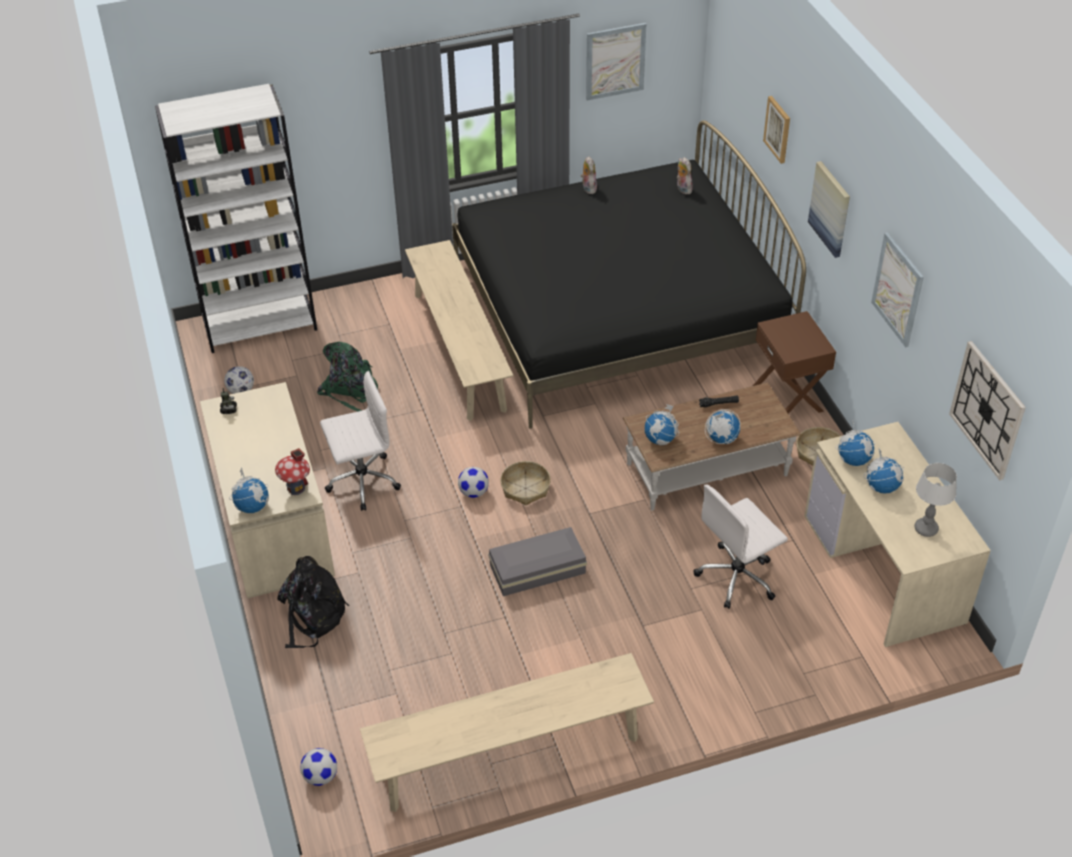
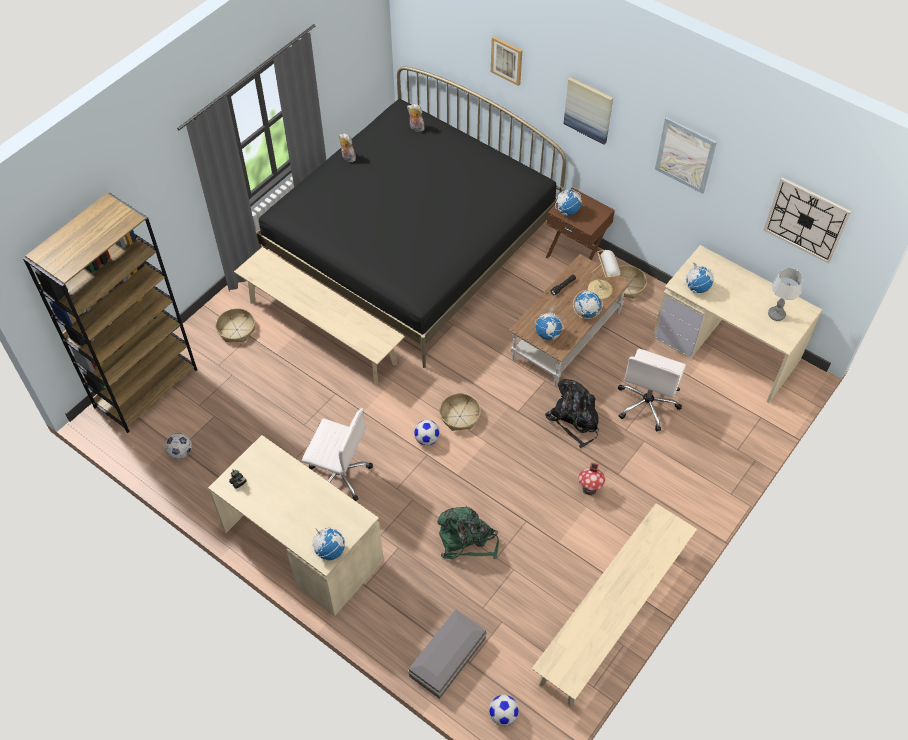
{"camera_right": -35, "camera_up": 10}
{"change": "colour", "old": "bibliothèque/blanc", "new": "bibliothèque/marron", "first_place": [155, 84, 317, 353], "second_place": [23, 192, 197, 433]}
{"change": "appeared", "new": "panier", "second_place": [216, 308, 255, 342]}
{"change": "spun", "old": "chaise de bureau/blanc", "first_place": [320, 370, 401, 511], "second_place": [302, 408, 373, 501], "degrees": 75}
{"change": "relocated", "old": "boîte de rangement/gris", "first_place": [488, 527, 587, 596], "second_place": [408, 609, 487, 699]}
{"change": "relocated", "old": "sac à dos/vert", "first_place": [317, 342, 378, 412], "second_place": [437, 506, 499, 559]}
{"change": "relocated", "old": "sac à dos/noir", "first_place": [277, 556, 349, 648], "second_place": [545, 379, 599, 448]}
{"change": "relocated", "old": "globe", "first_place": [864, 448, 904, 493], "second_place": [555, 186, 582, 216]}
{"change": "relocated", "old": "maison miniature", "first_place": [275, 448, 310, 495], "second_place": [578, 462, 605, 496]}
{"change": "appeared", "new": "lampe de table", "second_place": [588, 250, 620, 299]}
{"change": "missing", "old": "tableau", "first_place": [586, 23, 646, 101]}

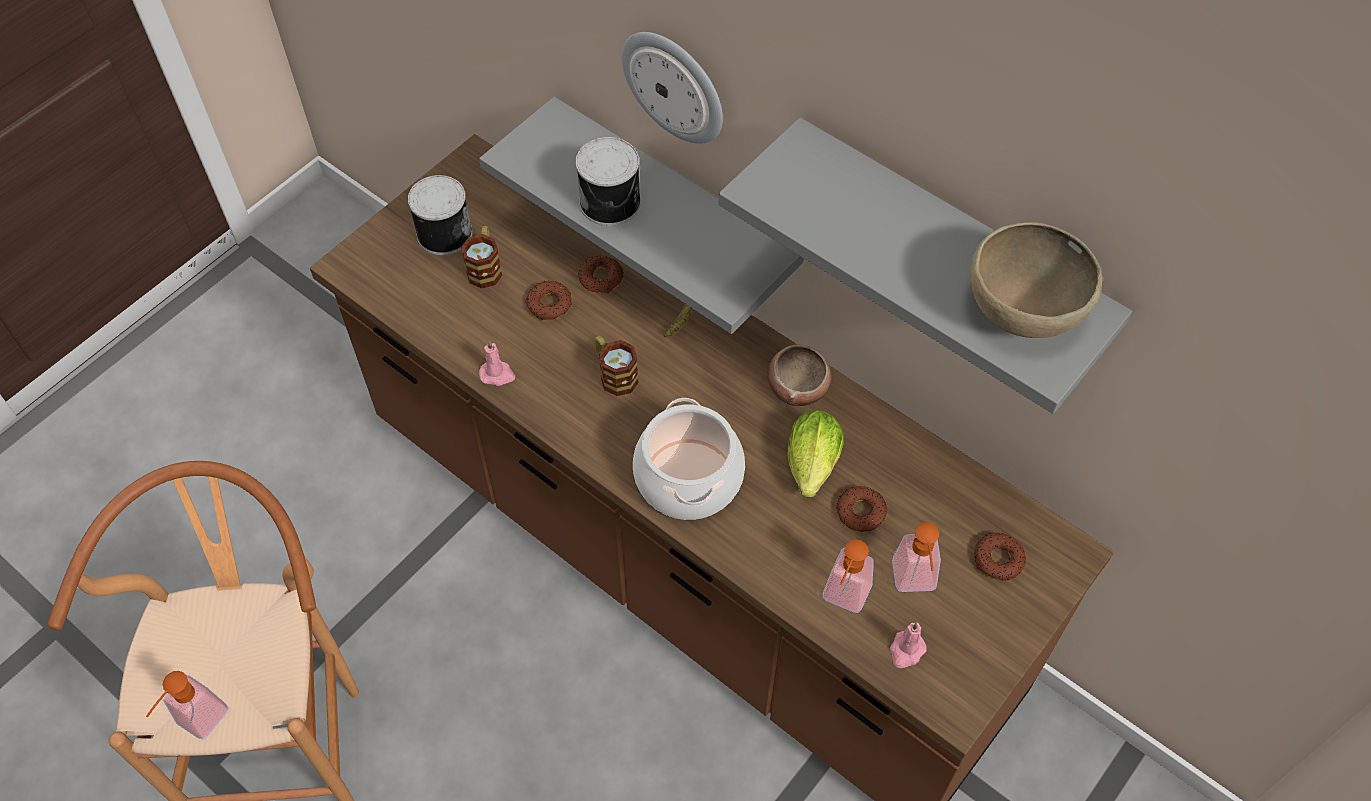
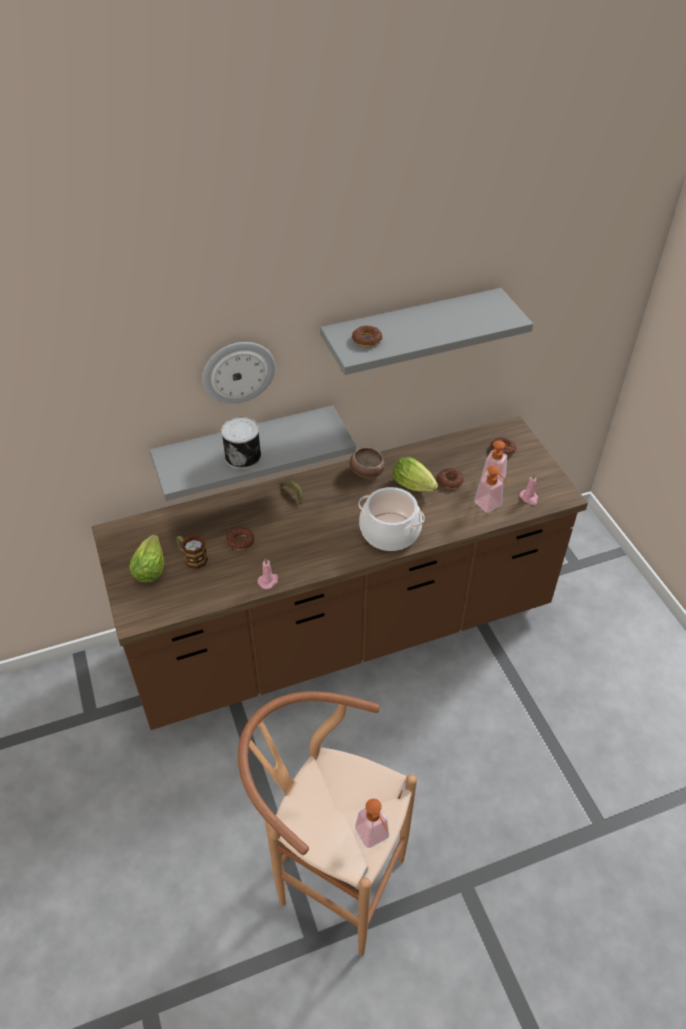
{"camera_right": -60, "camera_up": -10}
{"change": "exchanged", "old": "boîte métallique", "new": "laitue", "first_place": [408, 175, 473, 255], "second_place": [129, 535, 164, 582]}
{"change": "relocated", "old": "beignet", "first_place": [578, 256, 624, 294], "second_place": [352, 326, 383, 347]}
{"change": "missing", "old": "mug", "first_place": [595, 336, 639, 396]}
{"change": "missing", "old": "bol/marron", "first_place": [970, 222, 1102, 338]}

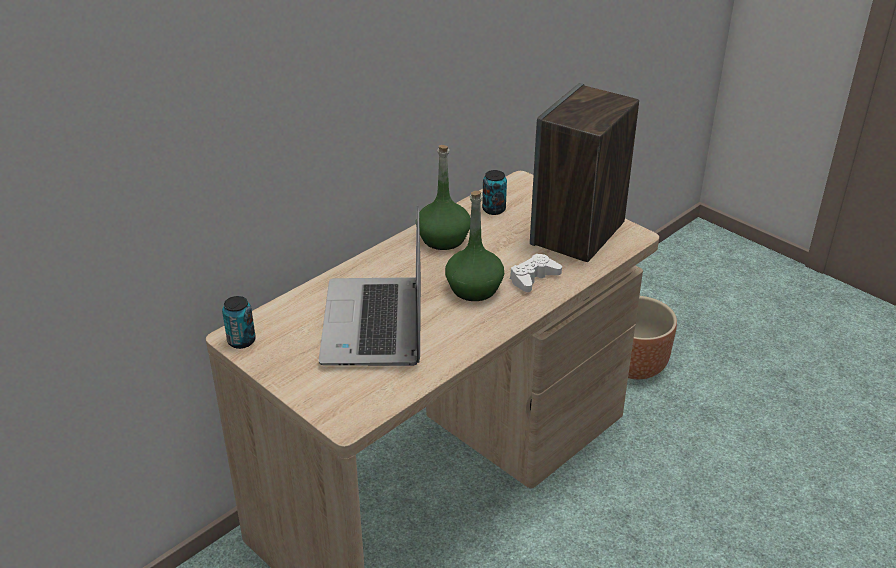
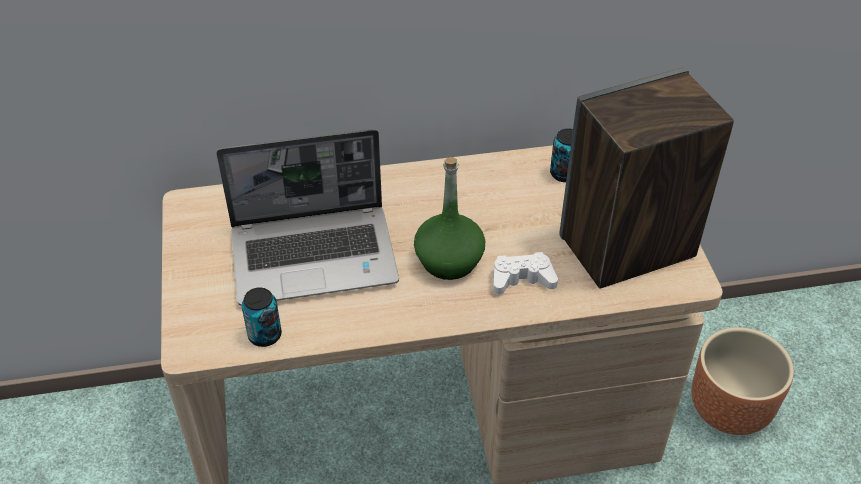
{"camera_right": 35, "camera_up": 10}
{"change": "spun", "old": "ordinateur portable", "first_place": [319, 206, 421, 366], "second_place": [216, 129, 399, 306], "degrees": -135}
{"change": "relocated", "old": "boîte métallique", "first_place": [222, 296, 256, 349], "second_place": [242, 287, 282, 347]}
{"change": "missing", "old": "bouteille/vert", "first_place": [416, 145, 471, 250]}

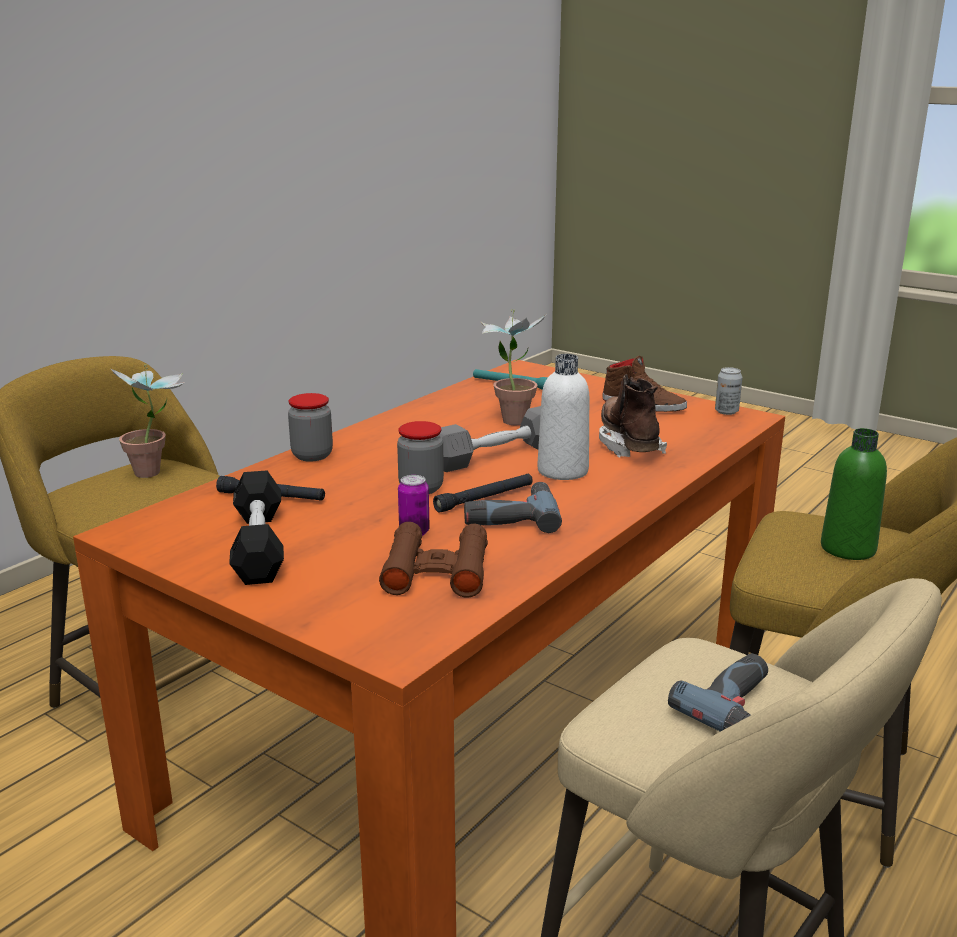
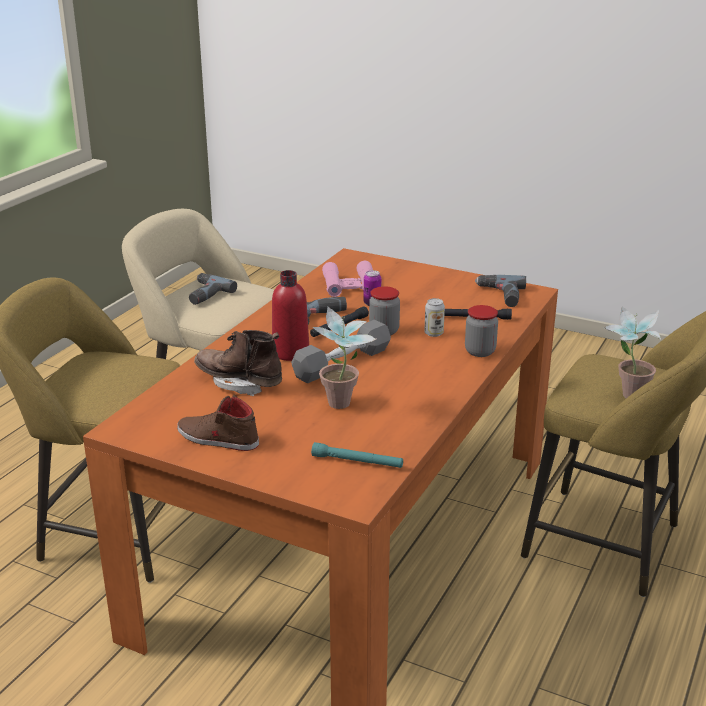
{"camera_right": 170, "camera_up": 5}
{"change": "spun", "old": "botte/marron", "first_place": [599, 374, 667, 457], "second_place": [194, 330, 282, 396], "degrees": 135}
{"change": "colour", "old": "bouteille/blanc", "new": "bouteille/rouge", "first_place": [537, 354, 589, 480], "second_place": [272, 270, 309, 361]}
{"change": "colour", "old": "jumelles/marron", "new": "jumelles/rose", "first_place": [379, 522, 488, 598], "second_place": [322, 261, 373, 297]}
{"change": "relocated", "old": "boîte métallique", "first_place": [715, 367, 742, 415], "second_place": [424, 298, 445, 337]}
{"change": "appeared", "new": "perceuse", "second_place": [475, 275, 526, 307]}
{"change": "missing", "old": "haltère/noir", "first_place": [229, 470, 284, 585]}
{"change": "missing", "old": "bouteille/vert", "first_place": [821, 428, 887, 560]}

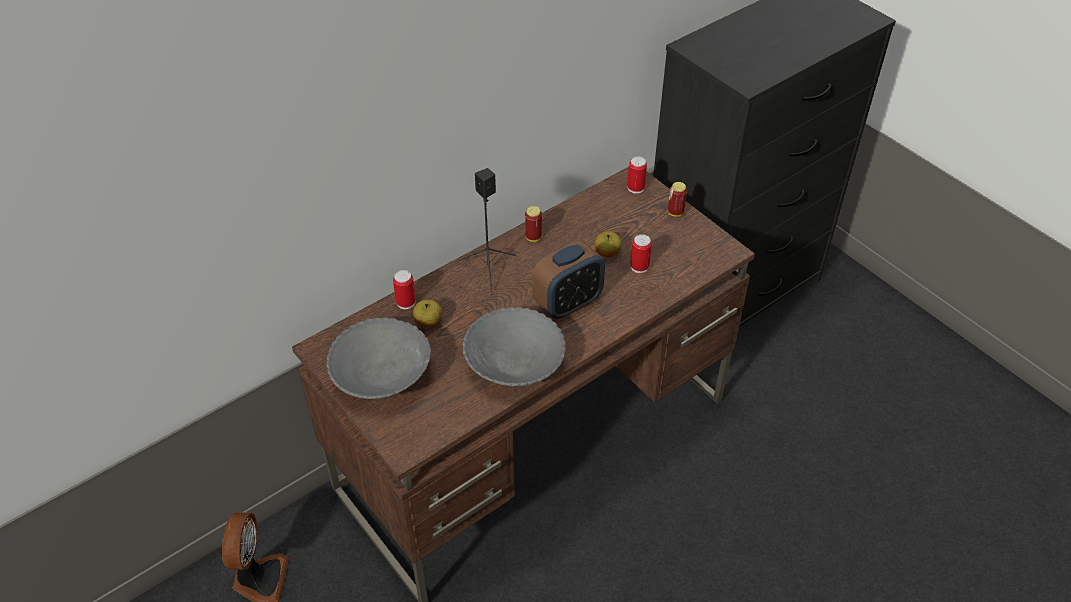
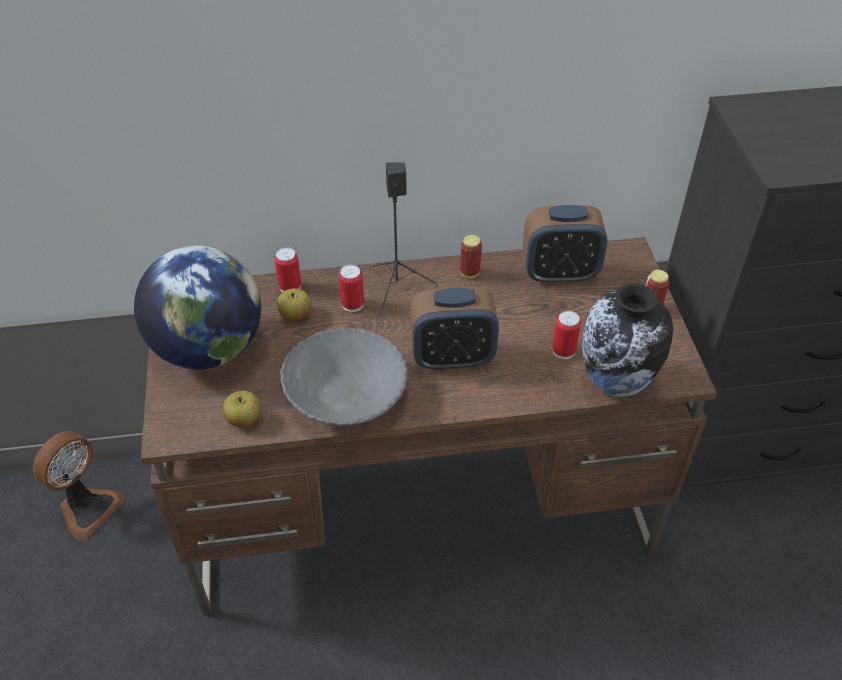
{"camera_right": 30, "camera_up": 0}
{"change": "exchanged", "old": "bol/gris", "new": "globe", "first_place": [326, 317, 431, 399], "second_place": [134, 246, 261, 369]}
{"change": "relocated", "old": "pomme", "first_place": [594, 231, 622, 257], "second_place": [223, 391, 261, 427]}
{"change": "relocated", "old": "boîte métallique", "first_place": [627, 156, 647, 194], "second_place": [339, 265, 364, 312]}
{"change": "appeared", "new": "réveil", "second_place": [523, 205, 608, 284]}
{"change": "appeared", "new": "vase", "second_place": [582, 283, 673, 397]}

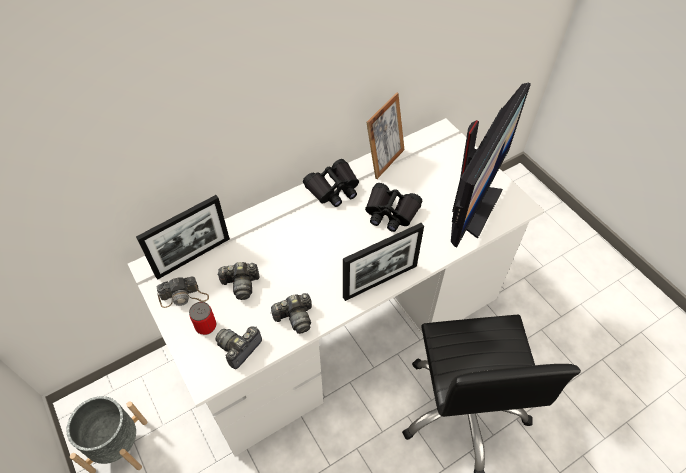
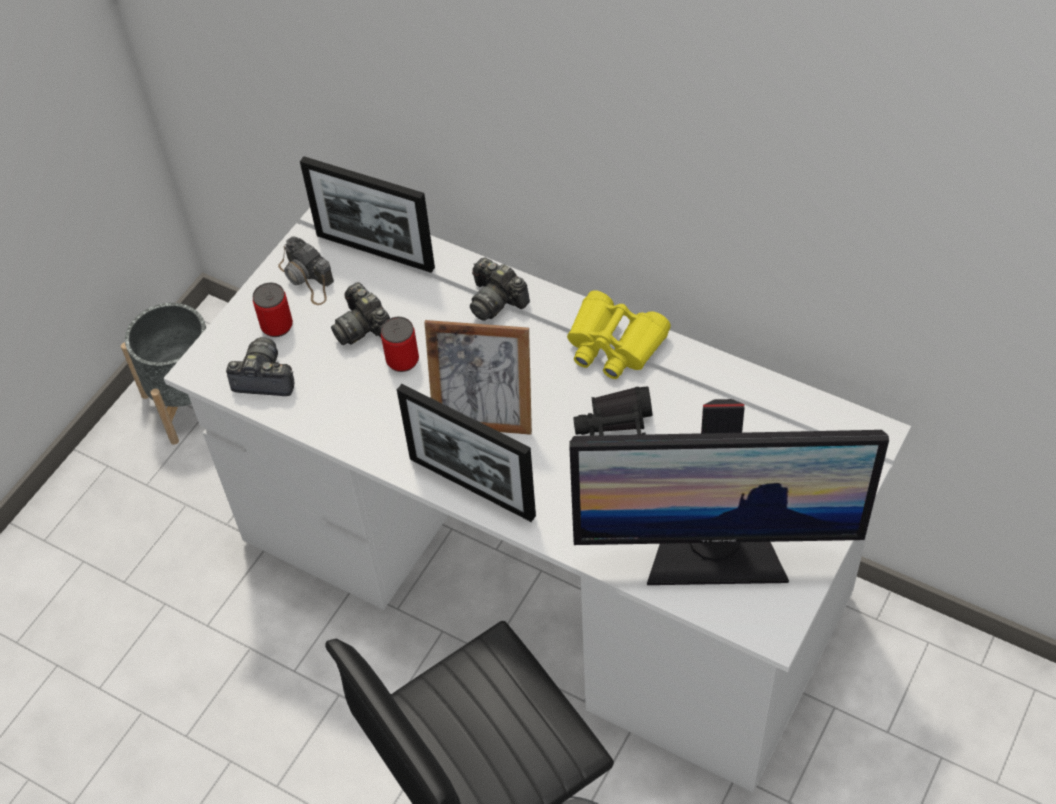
{"camera_right": 65, "camera_up": 0}
{"change": "appeared", "new": "boîte métallique", "second_place": [381, 317, 419, 372]}
{"change": "relocated", "old": "cadre photo", "first_place": [366, 93, 404, 179], "second_place": [424, 320, 532, 435]}
{"change": "relocated", "old": "appareil photo", "first_place": [271, 293, 312, 334], "second_place": [470, 257, 530, 321]}
{"change": "colour", "old": "jumelles/noir", "new": "jumelles/jaune", "first_place": [303, 159, 359, 207], "second_place": [567, 290, 671, 379]}

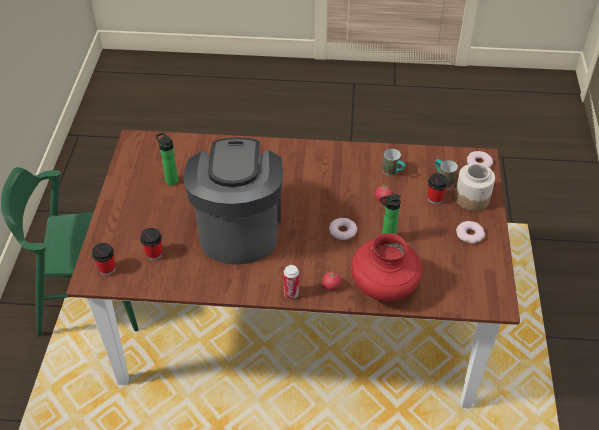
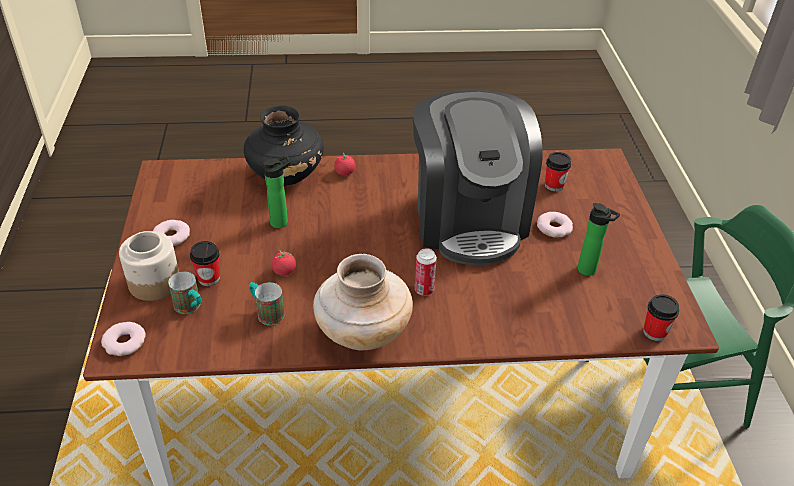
{"camera_right": 170, "camera_up": -5}
{"change": "colour", "old": "vase/rouge", "new": "vase/noir", "first_place": [351, 233, 422, 301], "second_place": [244, 106, 324, 186]}
{"change": "appeared", "new": "vase/beige", "second_place": [313, 254, 413, 350]}
{"change": "relocated", "old": "boîte métallique", "first_place": [284, 265, 299, 299], "second_place": [415, 248, 437, 296]}
{"change": "relocated", "old": "beignet", "first_place": [329, 218, 357, 240], "second_place": [537, 212, 573, 238]}
{"change": "relocated", "old": "tasse", "first_place": [92, 243, 115, 276], "second_place": [643, 294, 679, 341]}

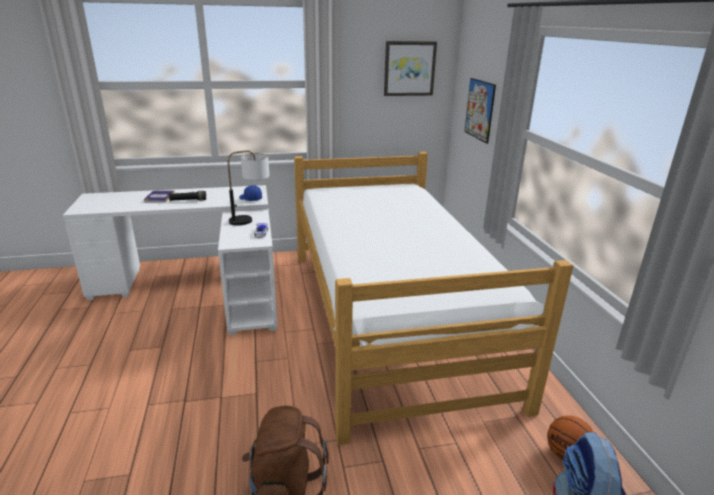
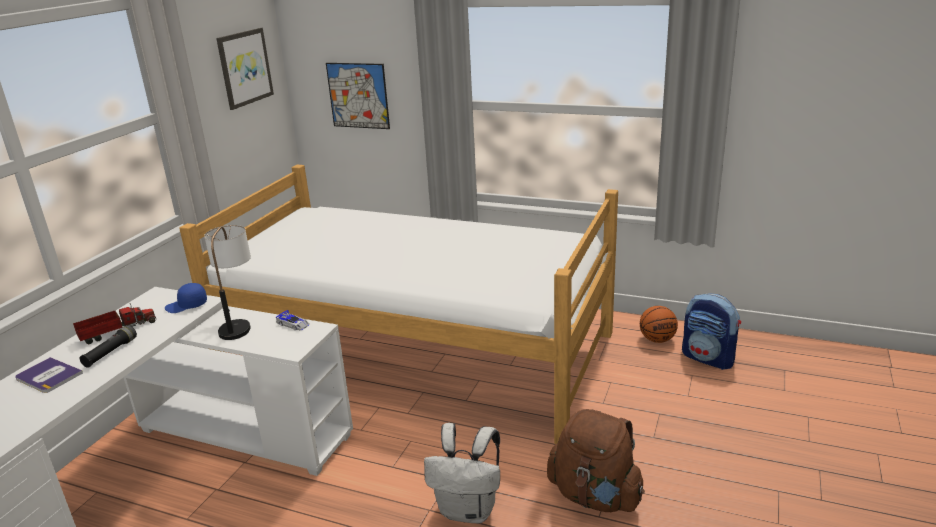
{"camera_right": -55, "camera_up": 0}
{"change": "appeared", "new": "camion jouet", "second_place": [73, 303, 157, 344]}
{"change": "appeared", "new": "sac à dos/blanc", "second_place": [424, 423, 500, 523]}

